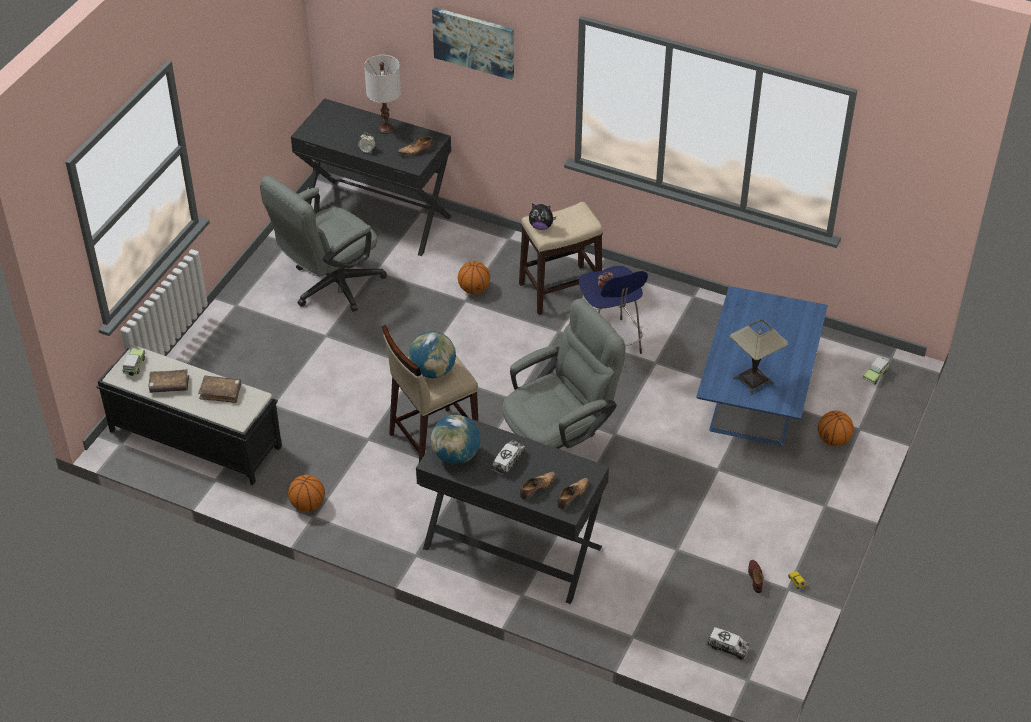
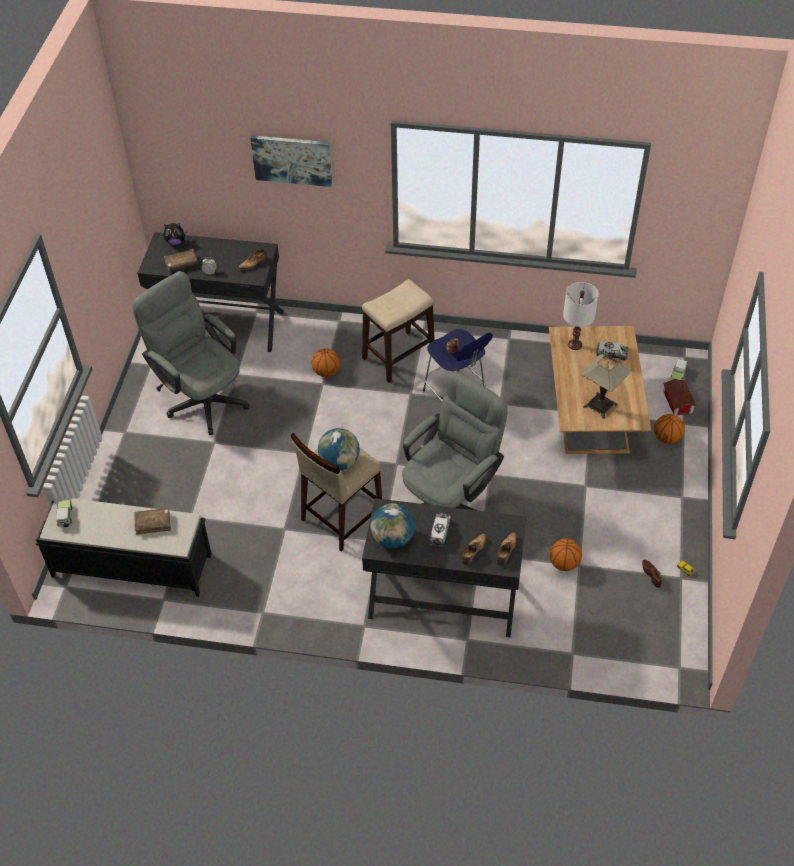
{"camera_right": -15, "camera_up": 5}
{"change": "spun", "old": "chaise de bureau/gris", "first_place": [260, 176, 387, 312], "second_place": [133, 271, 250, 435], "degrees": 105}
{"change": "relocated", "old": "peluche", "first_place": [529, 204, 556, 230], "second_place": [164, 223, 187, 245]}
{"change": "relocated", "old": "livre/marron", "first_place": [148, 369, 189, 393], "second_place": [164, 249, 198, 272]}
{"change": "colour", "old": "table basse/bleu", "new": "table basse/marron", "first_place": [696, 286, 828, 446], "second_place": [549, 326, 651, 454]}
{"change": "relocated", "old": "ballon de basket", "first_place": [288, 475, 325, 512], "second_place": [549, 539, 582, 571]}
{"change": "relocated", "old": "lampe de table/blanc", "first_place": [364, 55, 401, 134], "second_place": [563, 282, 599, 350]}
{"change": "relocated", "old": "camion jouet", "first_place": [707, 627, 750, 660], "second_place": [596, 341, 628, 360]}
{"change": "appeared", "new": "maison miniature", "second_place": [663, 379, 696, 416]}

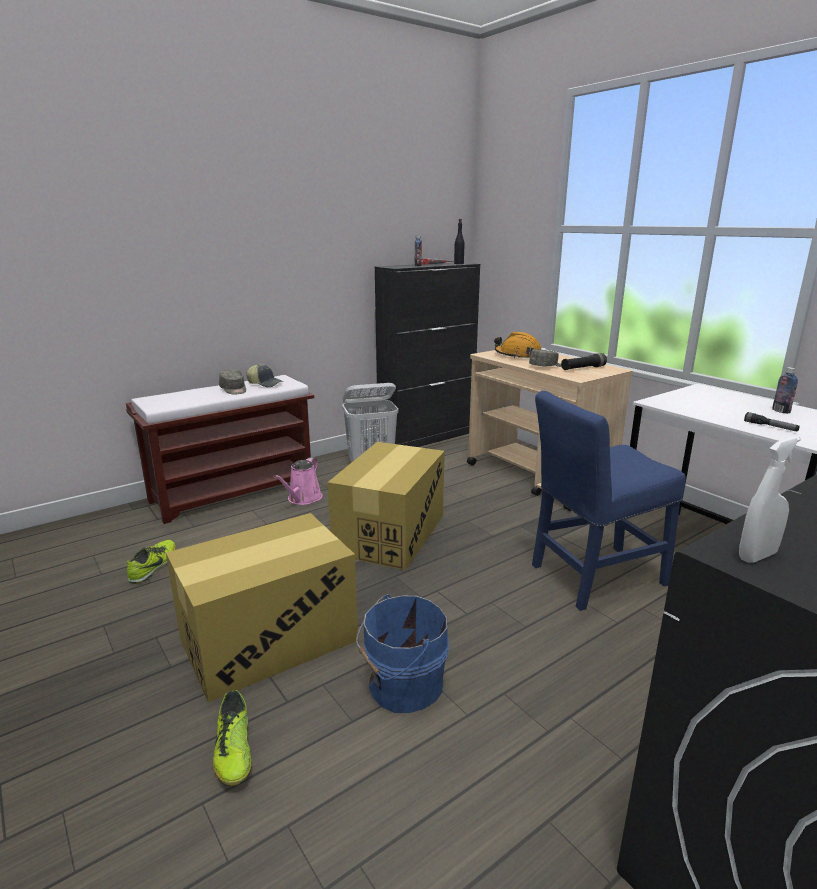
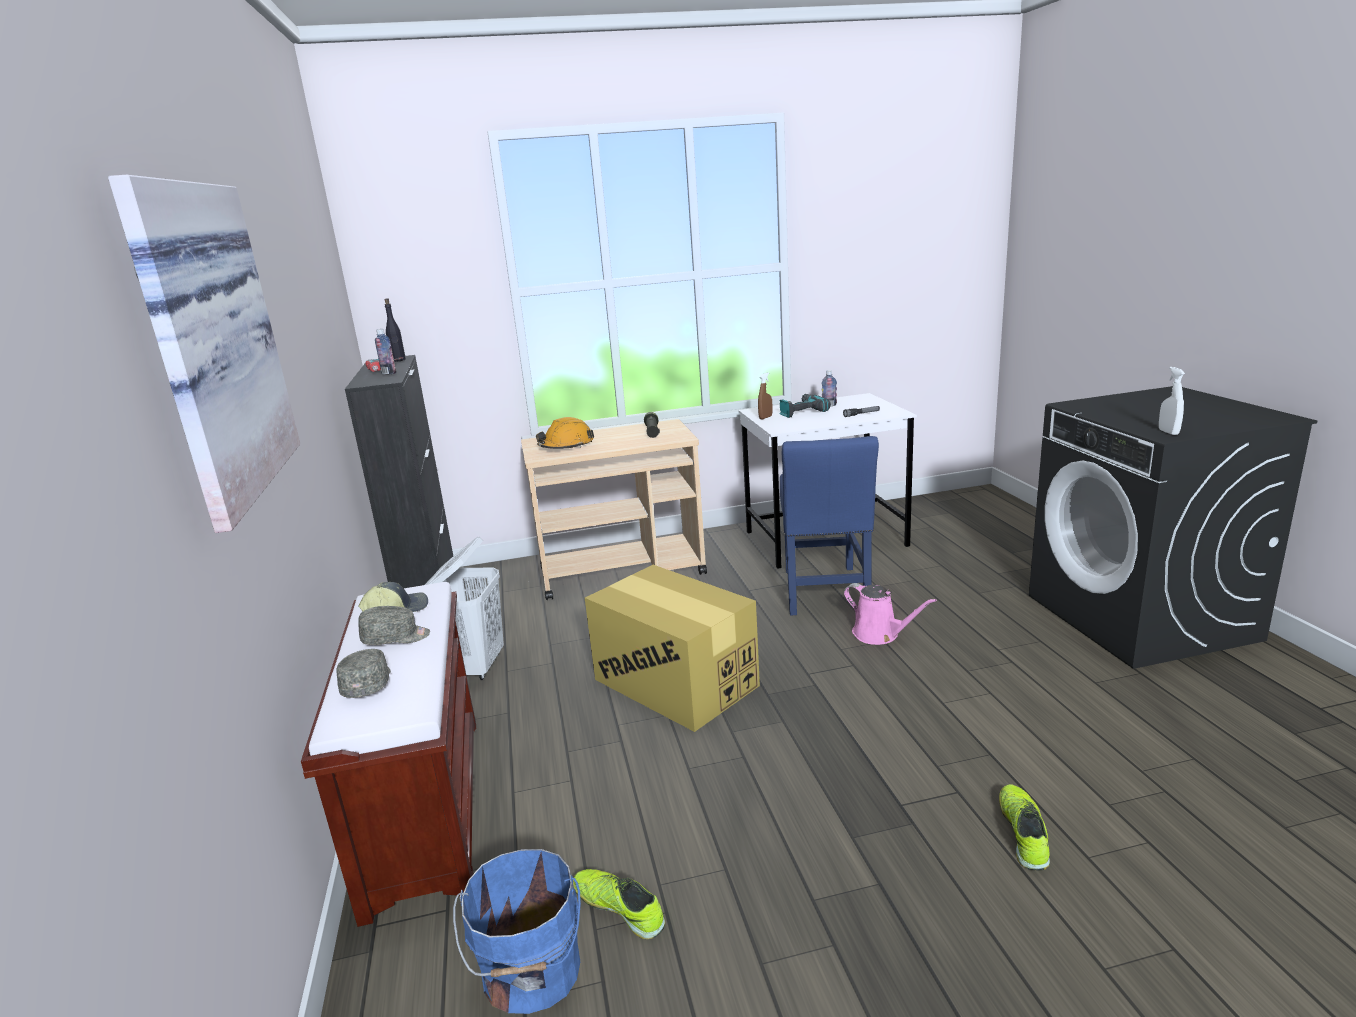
{"camera_right": -65, "camera_up": 0}
{"change": "appeared", "new": "tableau", "second_place": [108, 175, 300, 533]}
{"change": "relocated", "old": "casquette/gris", "first_place": [529, 349, 561, 367], "second_place": [337, 649, 391, 698]}
{"change": "relocated", "old": "seau/bleu", "first_place": [356, 594, 449, 713], "second_place": [453, 849, 581, 1014]}
{"change": "appeared", "new": "vaporisateur/marron", "second_place": [758, 372, 772, 419]}
{"change": "appeared", "new": "perceuse", "second_place": [779, 394, 831, 418]}
{"change": "relocated", "old": "arrosoir/rose", "first_place": [274, 457, 322, 505], "second_place": [844, 583, 937, 645]}
{"change": "spun", "old": "chaussure", "first_place": [213, 690, 252, 786], "second_place": [999, 784, 1050, 871], "degrees": -90}
{"change": "missing", "old": "carton", "first_place": [166, 513, 358, 702]}

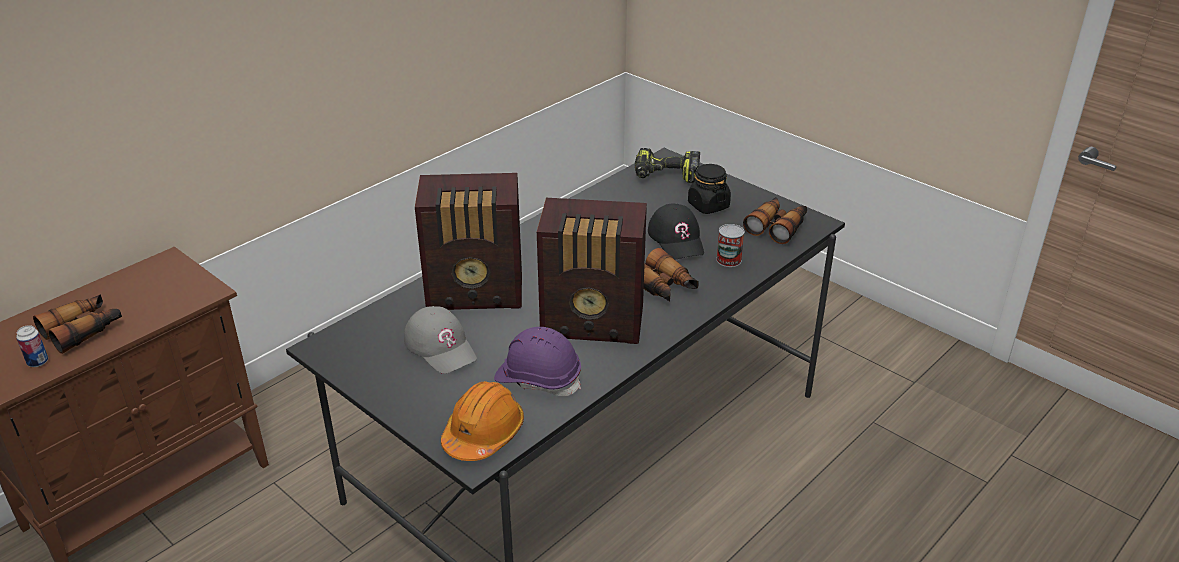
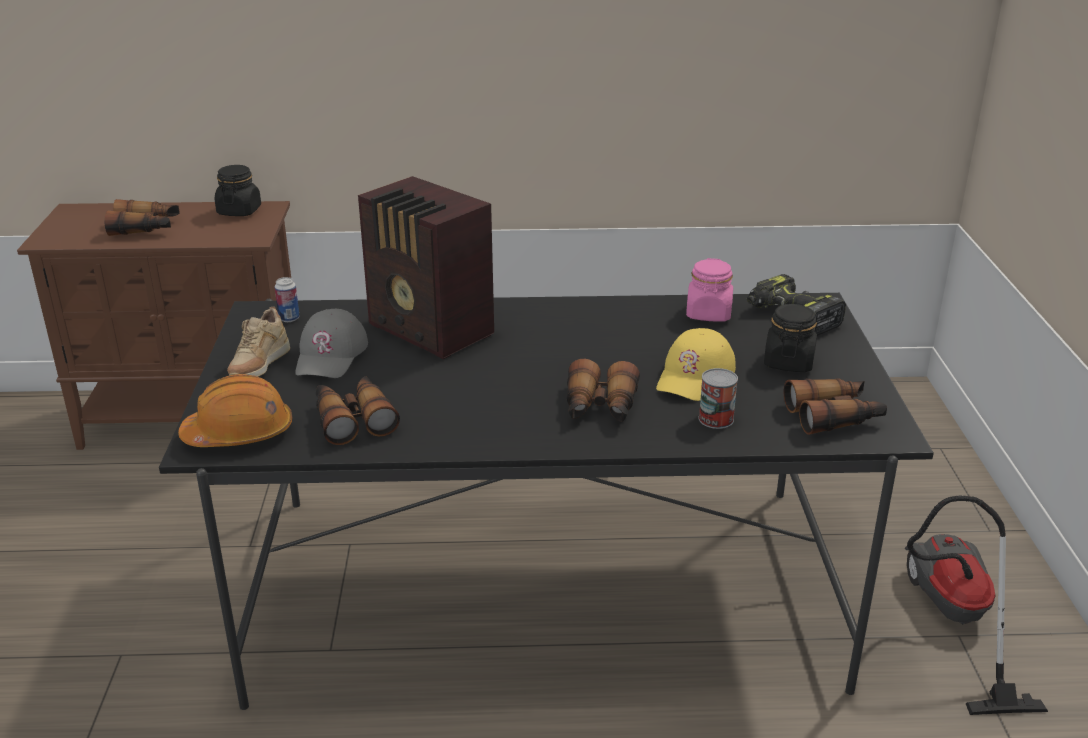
{"camera_right": 45, "camera_up": -5}
{"change": "appeared", "new": "bocal/noir", "second_place": [215, 165, 261, 216]}
{"change": "appeared", "new": "chaussure/beige", "second_place": [227, 307, 290, 377]}
{"change": "relocated", "old": "boîte métallique", "first_place": [16, 325, 48, 367], "second_place": [275, 277, 299, 322]}
{"change": "exchanged", "old": "casque de chantier/violet", "new": "jumelles", "first_place": [494, 327, 581, 396], "second_place": [316, 376, 400, 445]}
{"change": "colour", "old": "casquette/noir", "new": "casquette/jaune", "first_place": [648, 204, 704, 259], "second_place": [656, 328, 736, 401]}
{"change": "appeared", "new": "bocal/rose", "second_place": [686, 258, 733, 322]}
{"change": "appeared", "new": "aspirateur", "second_place": [905, 495, 1048, 715]}
{"change": "missing", "old": "radio", "first_place": [537, 198, 647, 344]}

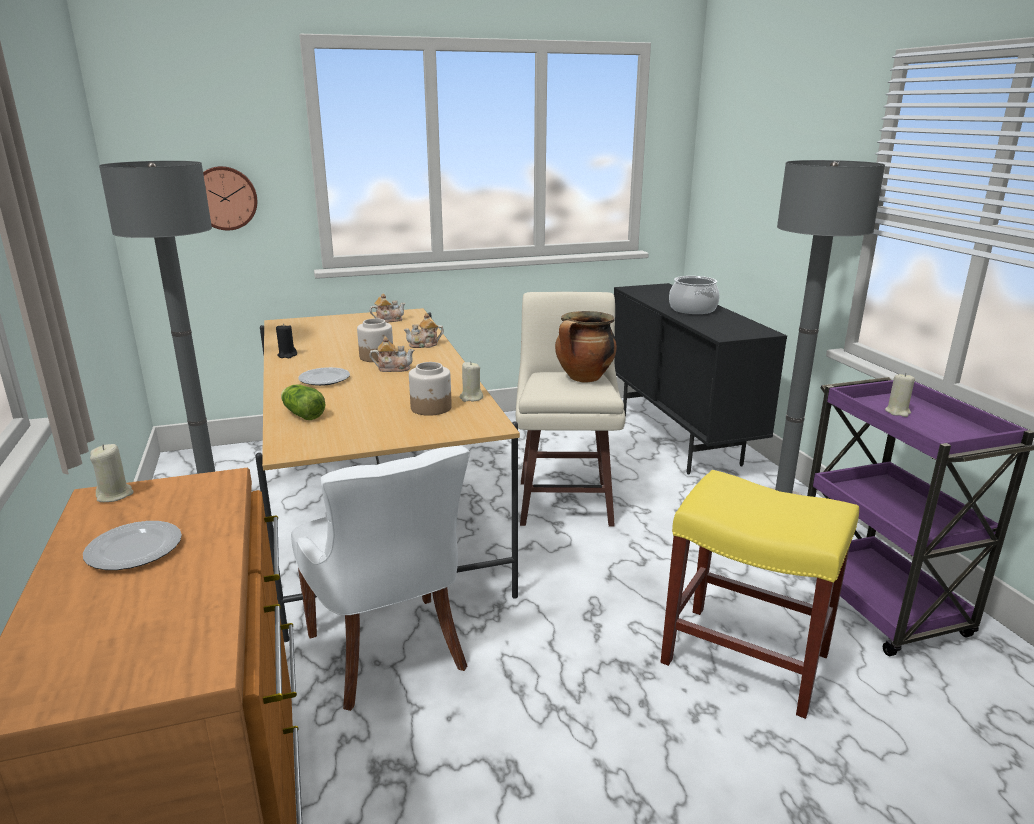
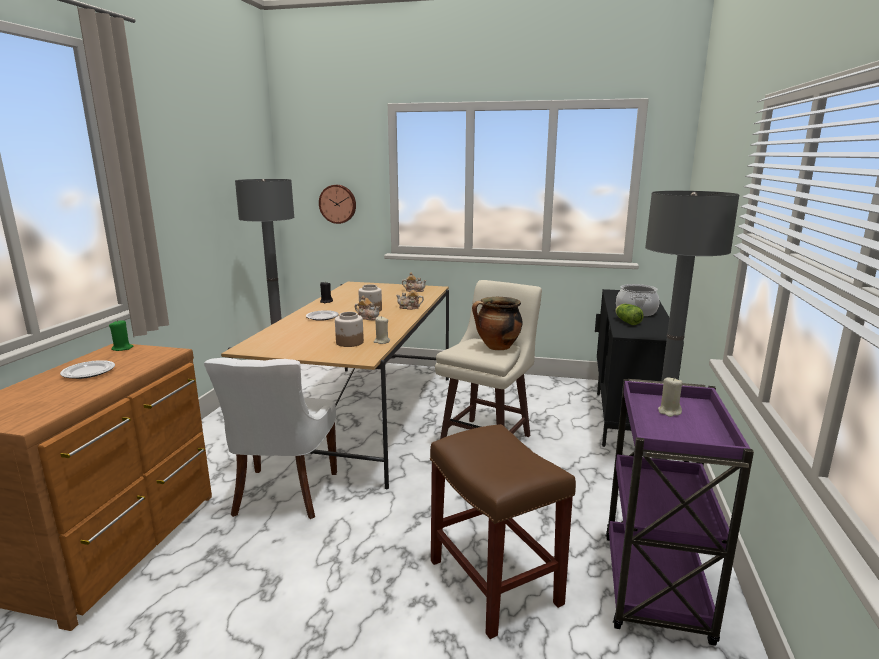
{"camera_right": 30, "camera_up": -5}
{"change": "colour", "old": "bougie/beige", "new": "bougie/vert", "first_place": [90, 444, 134, 502], "second_place": [109, 320, 133, 351]}
{"change": "colour", "old": "tabouret/jaune", "new": "tabouret/marron", "first_place": [661, 470, 859, 719], "second_place": [430, 424, 576, 639]}
{"change": "relocated", "old": "laitue", "first_place": [281, 384, 326, 420], "second_place": [615, 304, 644, 325]}

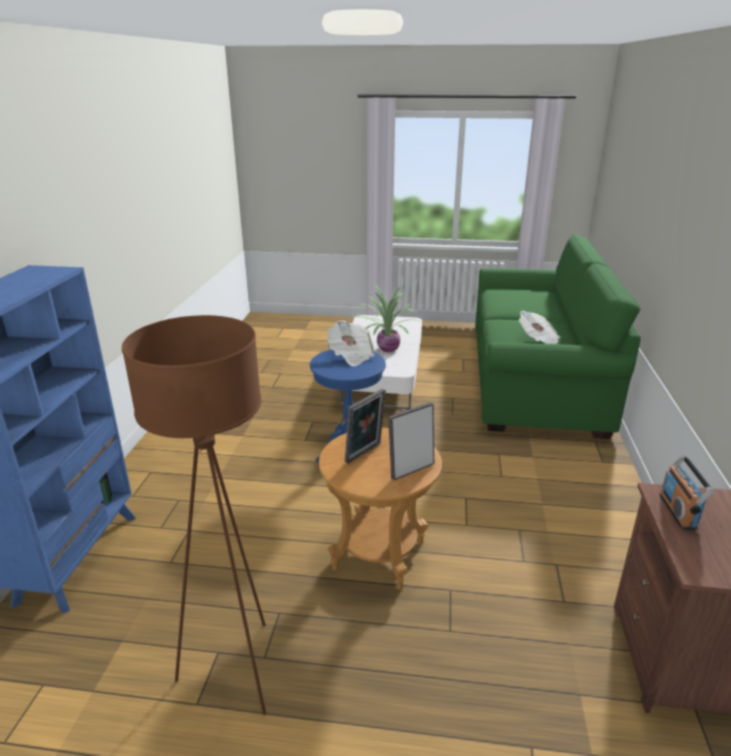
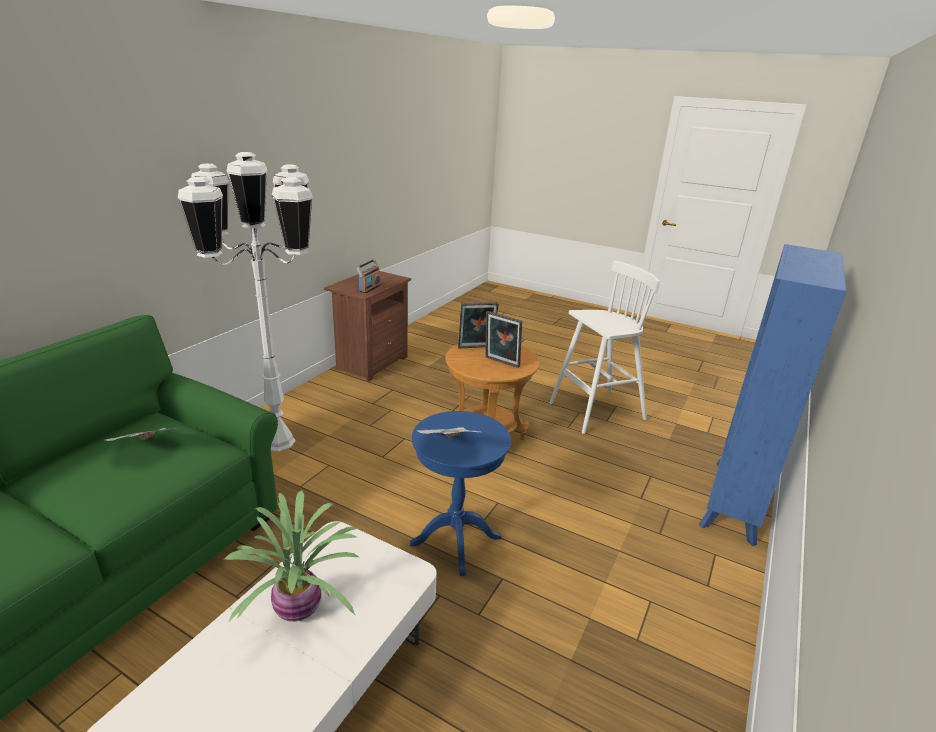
{"camera_right": -160, "camera_up": 0}
{"change": "appeared", "new": "lampadaire/blanc", "second_place": [178, 152, 313, 452]}
{"change": "spun", "old": "cadre photo", "first_place": [345, 388, 386, 464], "second_place": [485, 311, 522, 368], "degrees": -120}
{"change": "exchanged", "old": "lampadaire/marron", "new": "tabouret/blanc", "first_place": [122, 315, 266, 715], "second_place": [550, 260, 660, 434]}

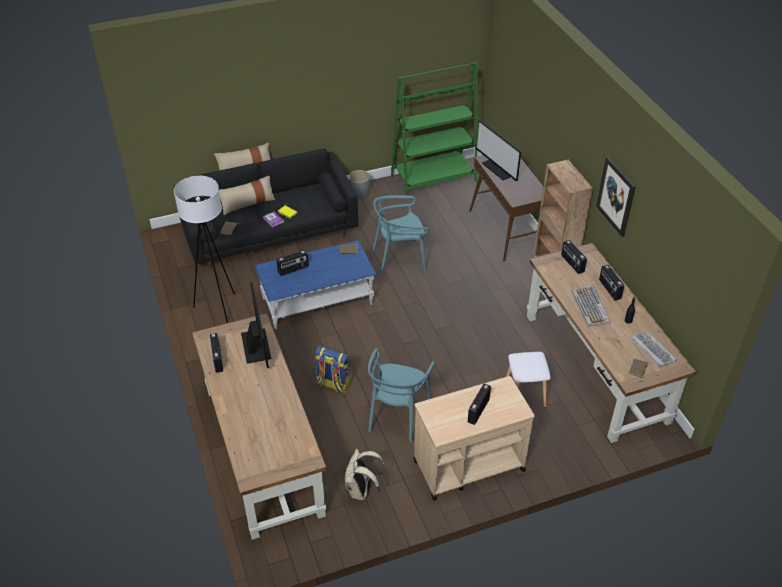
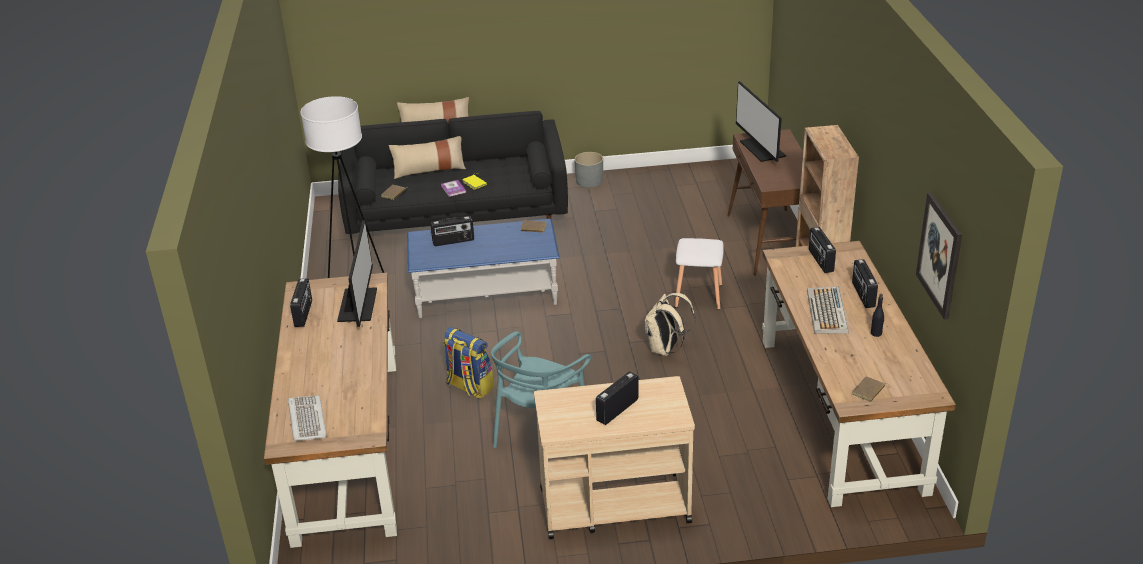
{"camera_right": 15, "camera_up": -10}
{"change": "relocated", "old": "clavier", "first_place": [632, 331, 677, 366], "second_place": [288, 395, 327, 441]}
{"change": "relocated", "old": "sac à dos/beige", "first_place": [345, 449, 385, 500], "second_place": [644, 293, 695, 356]}
{"change": "relocated", "old": "tabouret/blanc", "first_place": [506, 352, 551, 408], "second_place": [674, 238, 724, 310]}
{"change": "relocated", "old": "tableau", "first_place": [596, 157, 636, 237], "second_place": [916, 192, 962, 320]}
{"change": "missing", "old": "chaise/turquoise", "first_place": [372, 195, 429, 274]}
{"change": "missing", "old": "bibliothèque/vert", "first_place": [391, 62, 478, 196]}

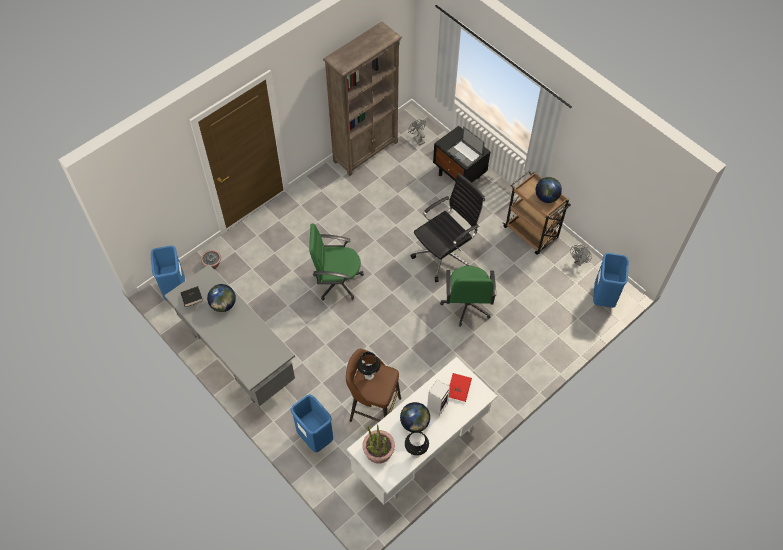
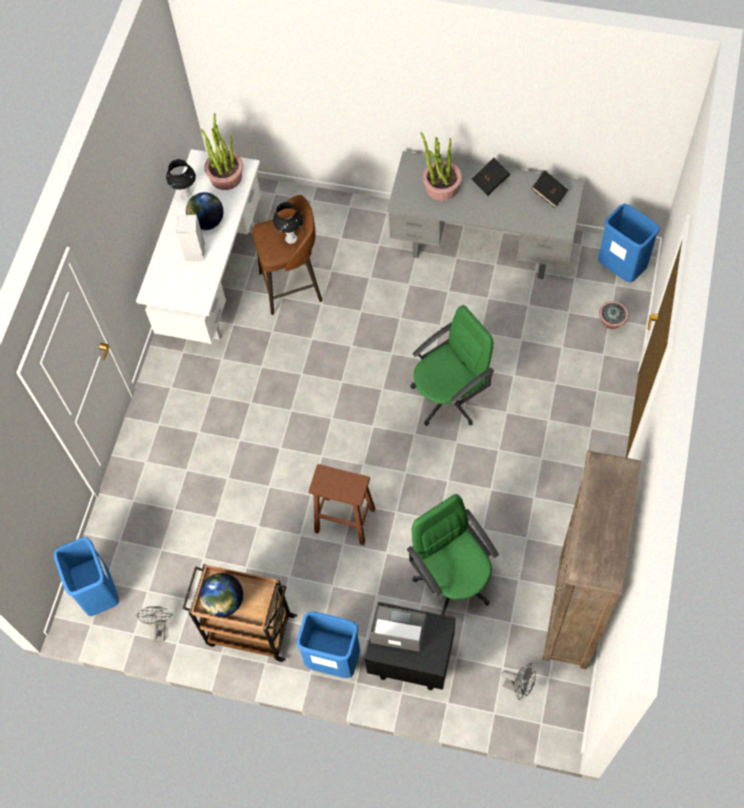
{"camera_right": 150, "camera_up": 5}
{"change": "relocated", "old": "poubelle/bleu", "first_place": [290, 394, 333, 452], "second_place": [296, 611, 360, 678]}
{"change": "exchanged", "old": "chaise de bureau/noir", "new": "tabouret/marron", "first_place": [410, 173, 485, 282], "second_place": [308, 464, 375, 545]}
{"change": "relocated", "old": "chaise de bureau/vert", "first_place": [440, 266, 496, 327], "second_place": [407, 494, 499, 616]}
{"change": "appeared", "new": "plante en pot", "second_place": [421, 132, 462, 201]}
{"change": "appeared", "new": "livre/noir", "second_place": [472, 158, 510, 196]}
{"change": "missing", "old": "globe", "first_place": [207, 284, 236, 312]}
{"change": "missing", "old": "livre/rouge", "first_place": [449, 373, 472, 402]}

